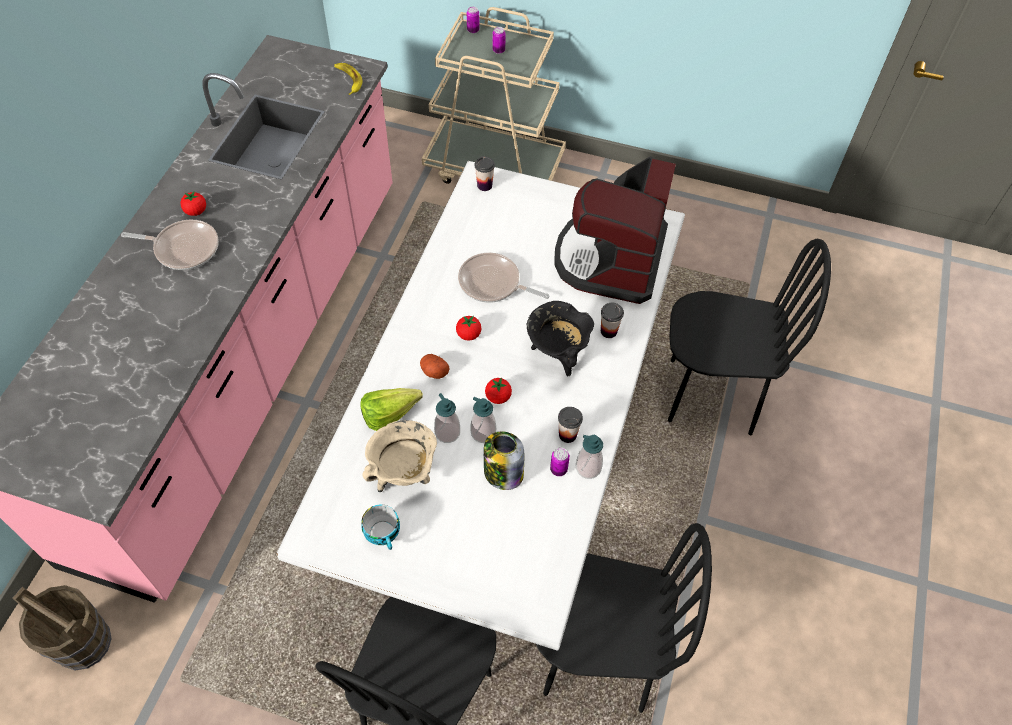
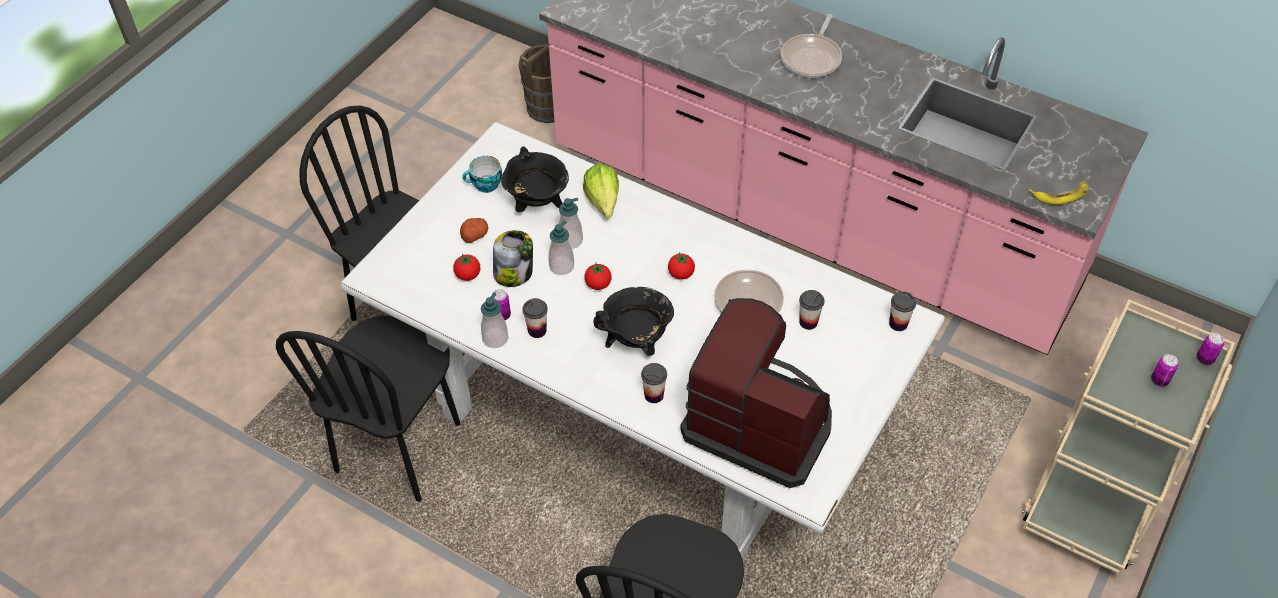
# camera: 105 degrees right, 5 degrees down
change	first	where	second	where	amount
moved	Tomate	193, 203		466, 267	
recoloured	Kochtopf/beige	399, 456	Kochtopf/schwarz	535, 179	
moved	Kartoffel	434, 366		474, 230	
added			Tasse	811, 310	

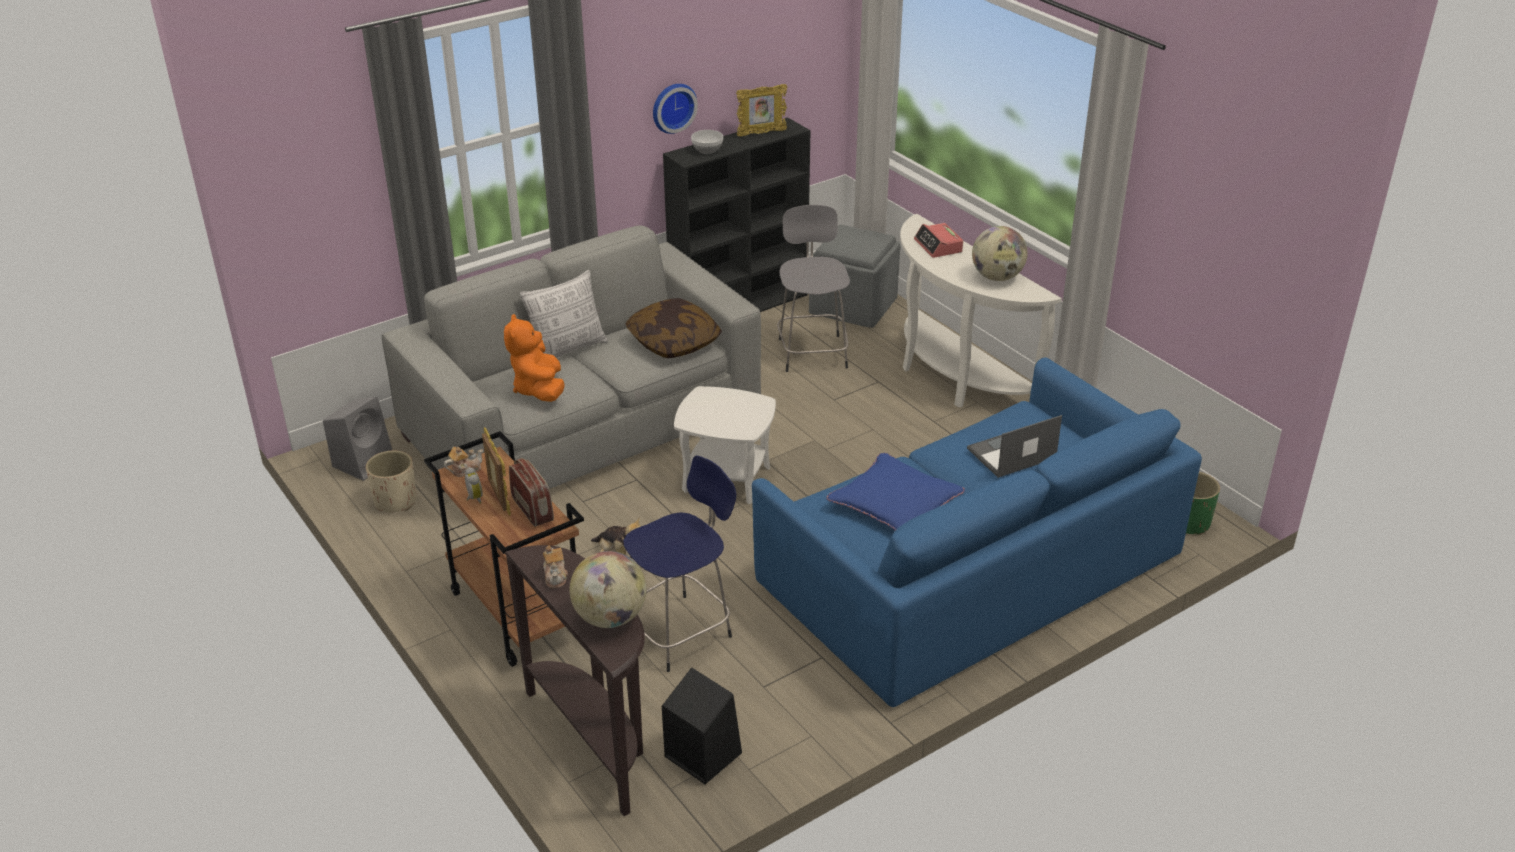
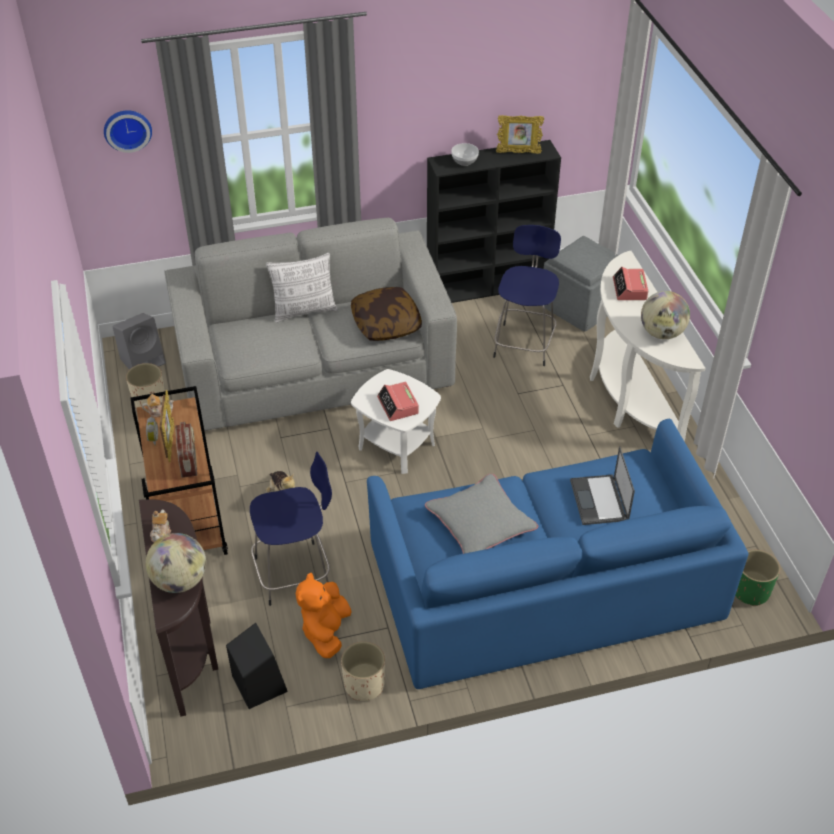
# camera: 20 degrees right, 10 degrees up
change	first	where	second	where	amount
moved	Plüschtier/orange	534, 358		324, 615	
moved	Wanduhr	675, 109		128, 131	
recoloured	Hocker/grau	813, 288	Hocker/blau	527, 295	
recoloured	Kissen/blau	895, 492	Kissen/grau	481, 514	
turned	Laptop	1014, 446		602, 485	90 degrees counterclockwise
added			Pflanzkübel/beige	363, 671	
added			Wecker	398, 401	

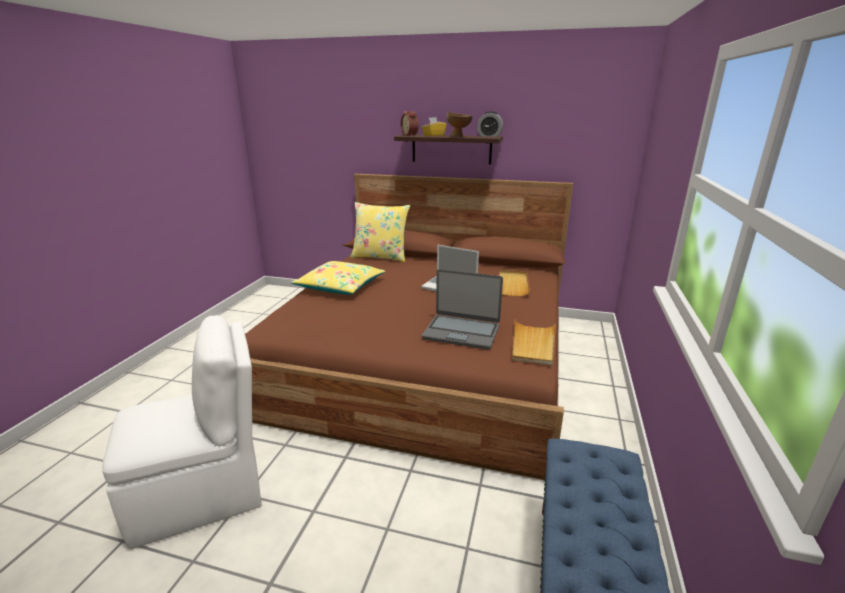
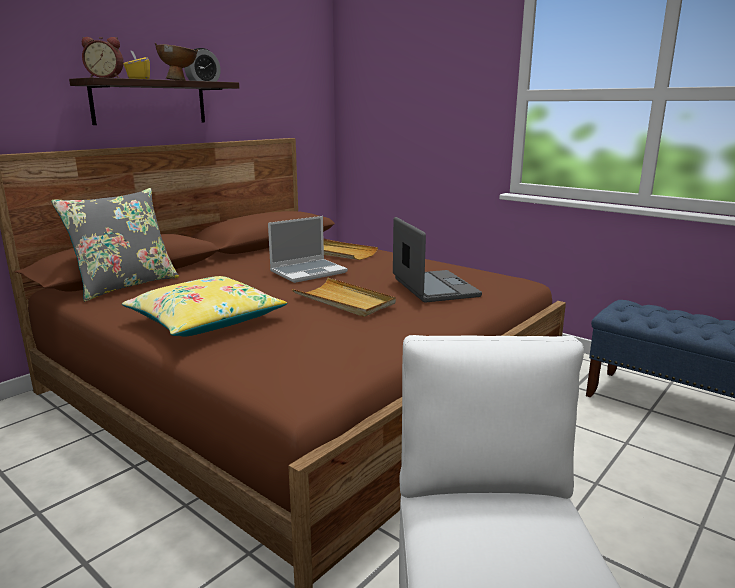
# camera: 65 degrees left, 5 degrees down
change	first	where	second	where	amount
recoloured	Kissen/gelb	380, 232	Kissen/grau	115, 244	
turned	Laptop	462, 309		437, 259	60 degrees counterclockwise
moved	Tablett/beige	534, 342		344, 297	

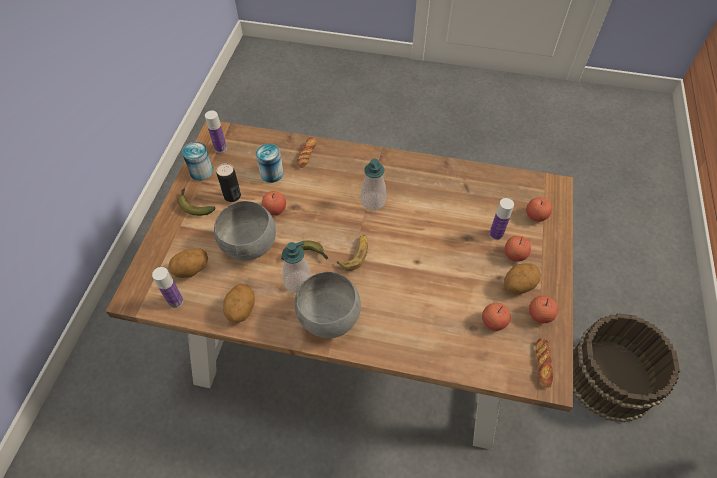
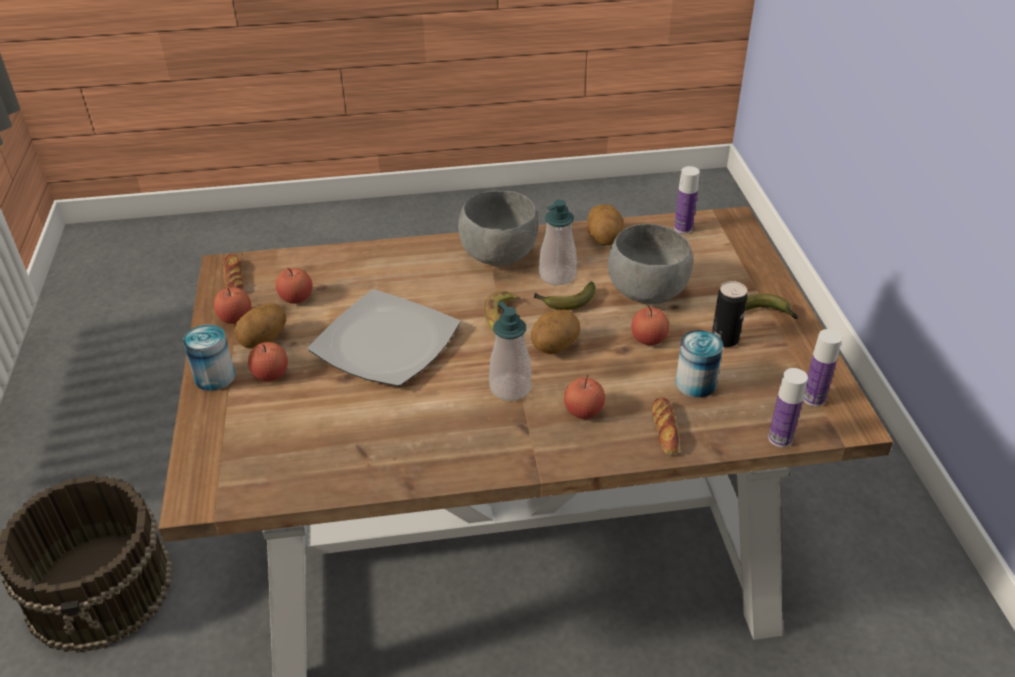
# camera: 160 degrees right, 15 degrees down
change	first	where	second	where	amount
moved	Kartoffel	188, 263		555, 332	
moved	Dose	197, 161		209, 357	
moved	Flasche	501, 219		788, 407	
moved	Apfel	539, 209		584, 397	
added			Teller	384, 337	

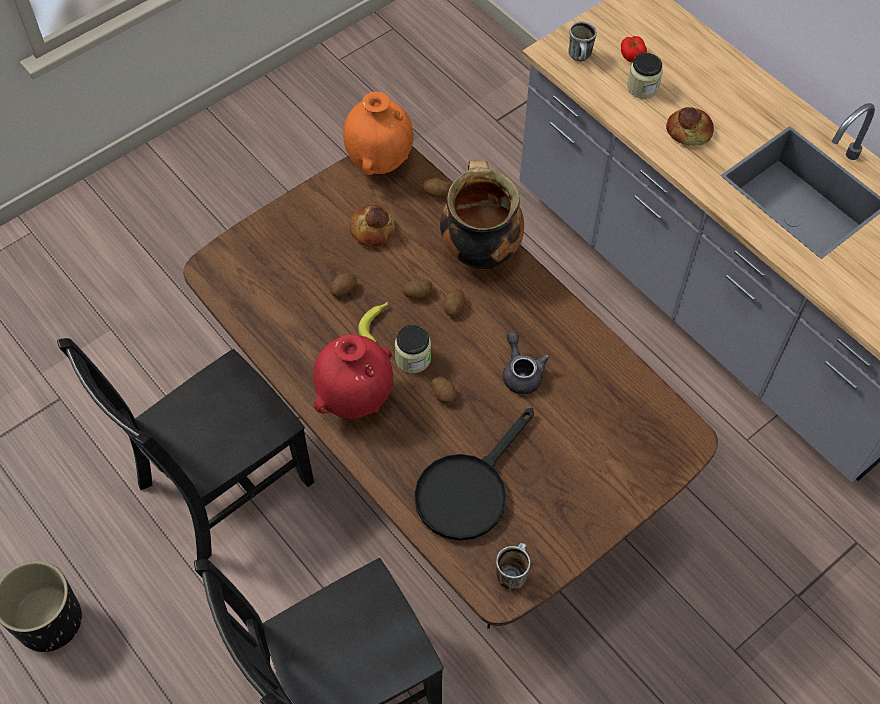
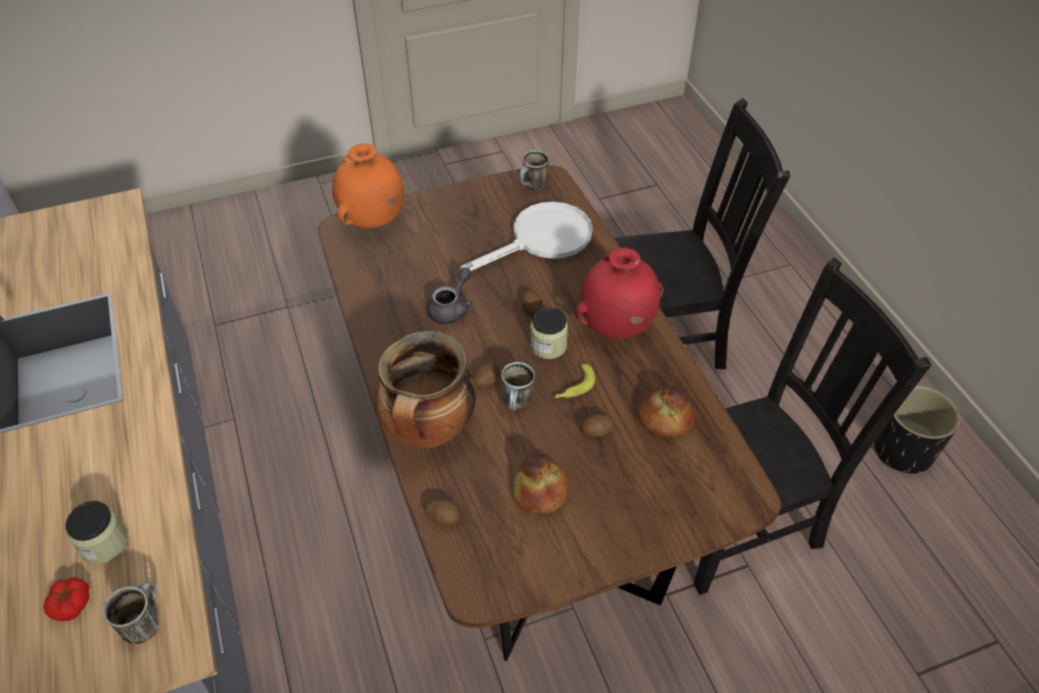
# camera: 160 degrees left, 10 degrees down
change	first	where	second	where	amount
moved	Vase/orange	378, 133		368, 185	
replaced	Kartoffel	417, 289	Henkelbecher	518, 386	
recoloured	Pfanne/schwarz	474, 474	Pfanne/weiß	526, 236	
turned	Teekanne/grau	526, 362		449, 295	150 degrees counterclockwise
moved	Brot	690, 126		666, 411	

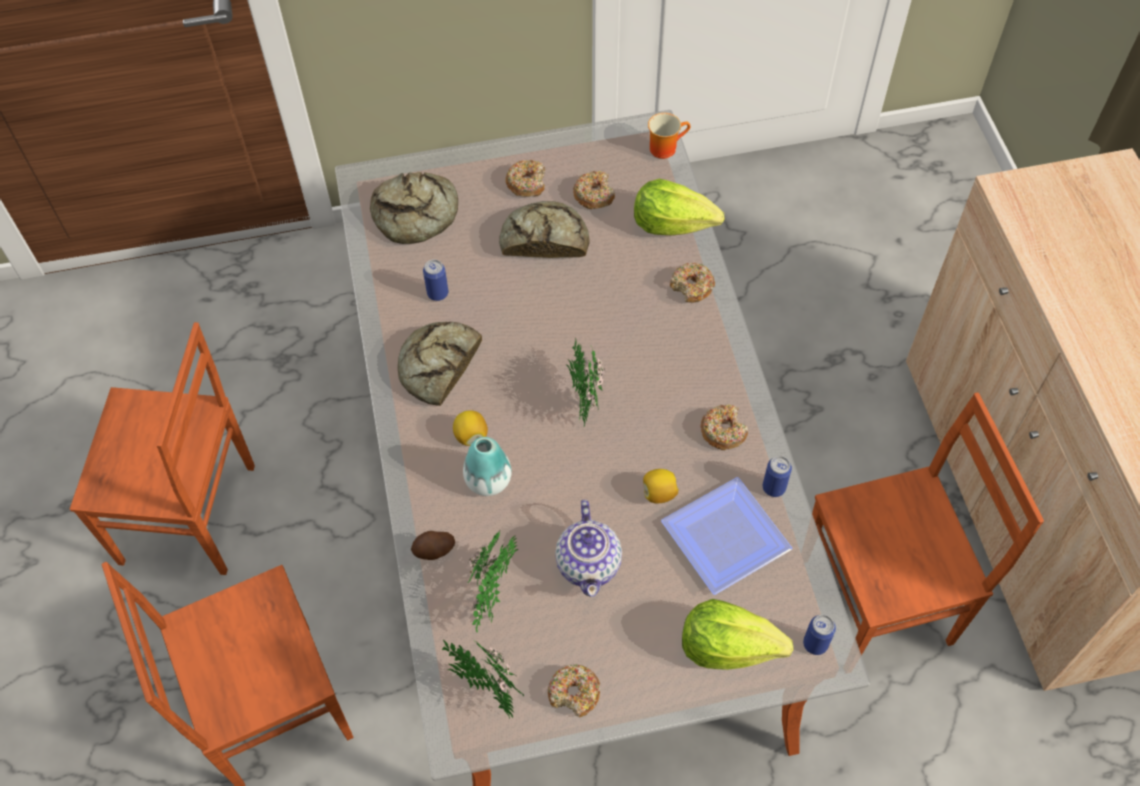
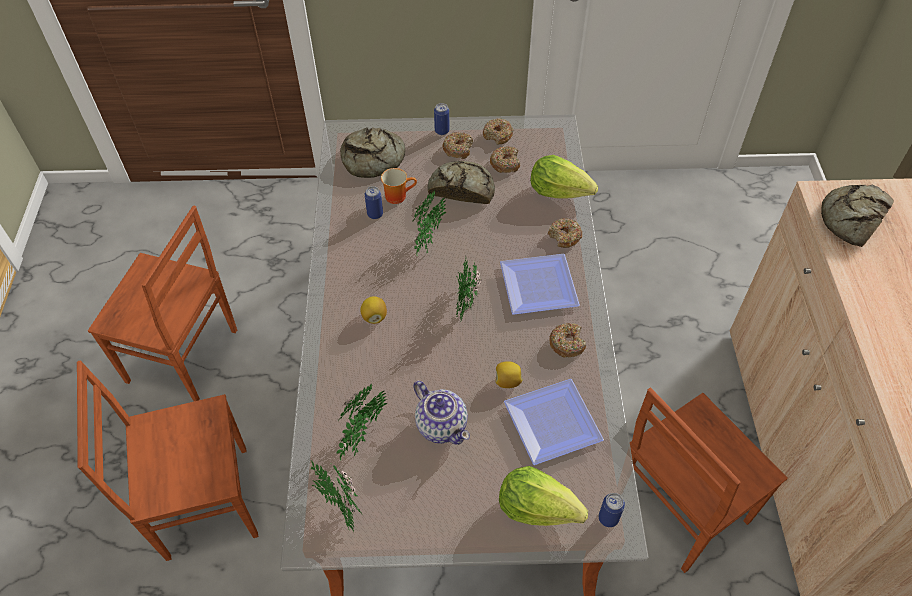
# camera: 10 degrees right, 5 degrees down
change	first	where	second	where	amount
moved	Brot	440, 364		857, 216	
removed	Kartoffel	433, 545			
removed	Vase	487, 466			
moved	Donut	574, 690		498, 131	
turned	Teekanne	588, 548		441, 413	45 degrees counterclockwise
moved	Henkelbecher	669, 136		399, 186	
moved	Dose	777, 476		442, 119	
turned	Stuhl/braun	928, 523		709, 480	150 degrees clockwise
added			Topfpflanze	429, 223	
added			Teller	540, 284	

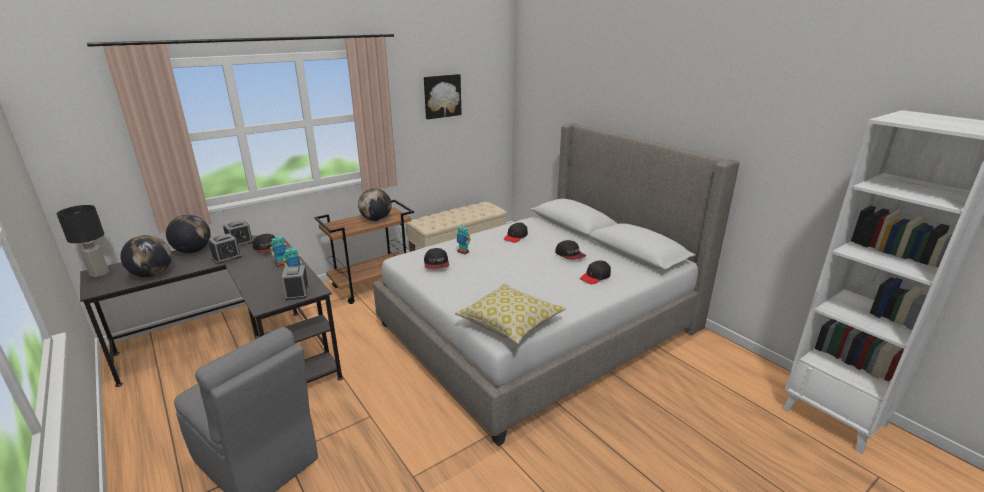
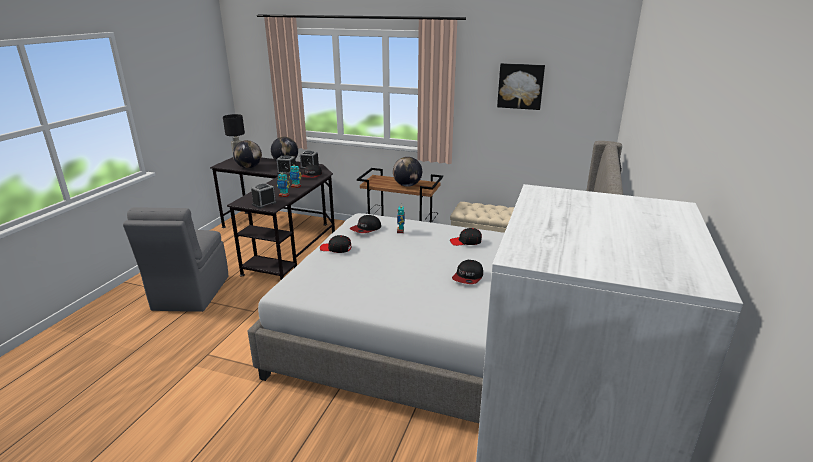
# camera: 55 degrees right, 0 degrees up
change	first	where	second	where	amount
removed	Kissen	510, 314			
moved	Kappe/schwarz	595, 272		336, 244	

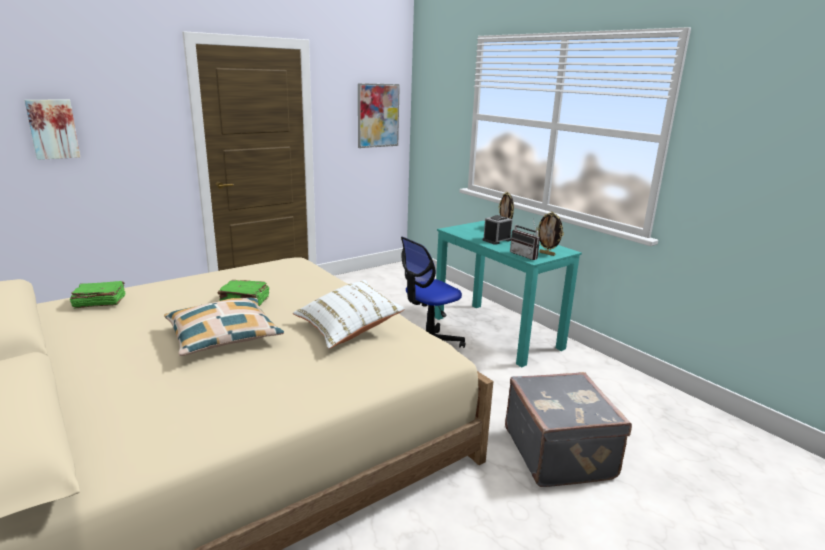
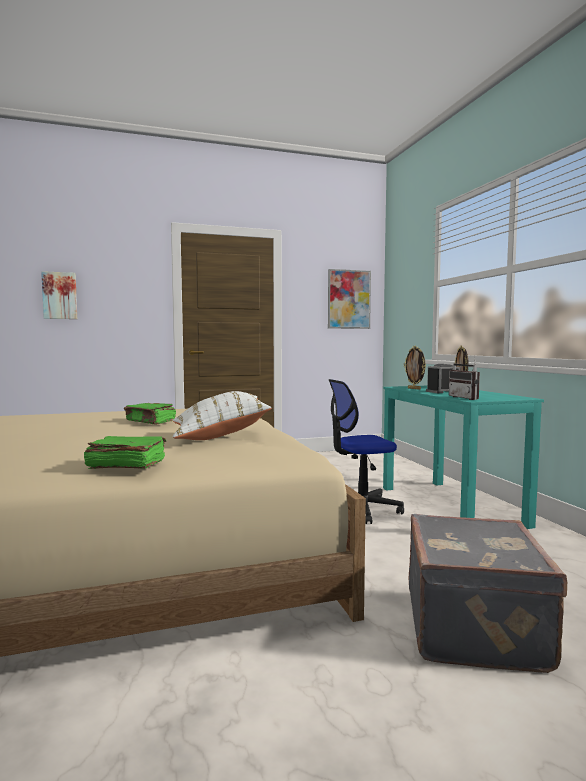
# camera: 20 degrees right, 15 degrees down
change	first	where	second	where	amount
moved	Buch/grün	97, 295		125, 452	
removed	Kissen	224, 327			
moved	Bilderrahmen	550, 234		415, 368	

